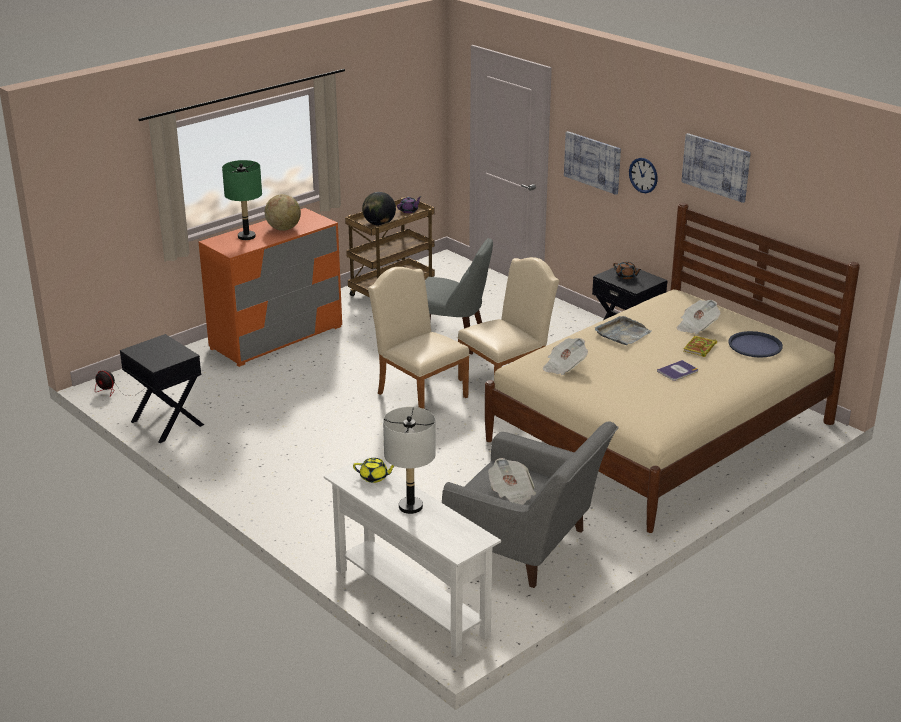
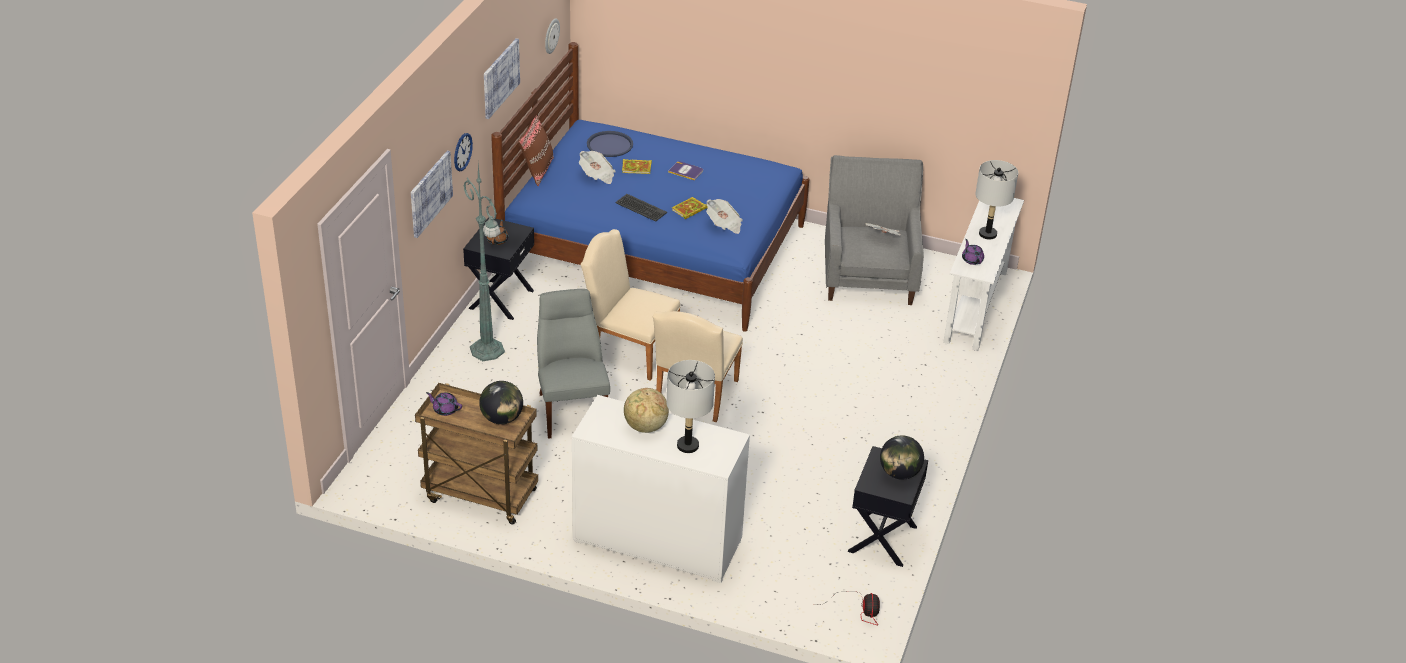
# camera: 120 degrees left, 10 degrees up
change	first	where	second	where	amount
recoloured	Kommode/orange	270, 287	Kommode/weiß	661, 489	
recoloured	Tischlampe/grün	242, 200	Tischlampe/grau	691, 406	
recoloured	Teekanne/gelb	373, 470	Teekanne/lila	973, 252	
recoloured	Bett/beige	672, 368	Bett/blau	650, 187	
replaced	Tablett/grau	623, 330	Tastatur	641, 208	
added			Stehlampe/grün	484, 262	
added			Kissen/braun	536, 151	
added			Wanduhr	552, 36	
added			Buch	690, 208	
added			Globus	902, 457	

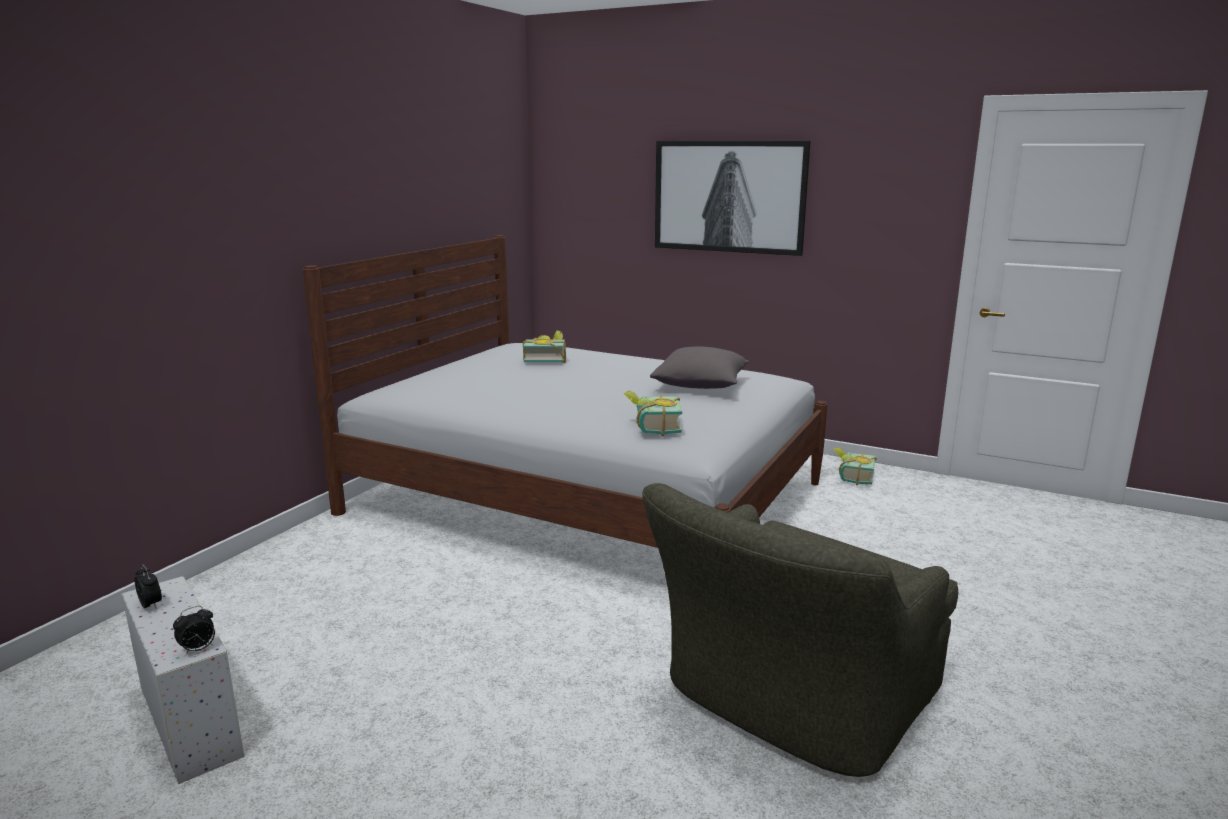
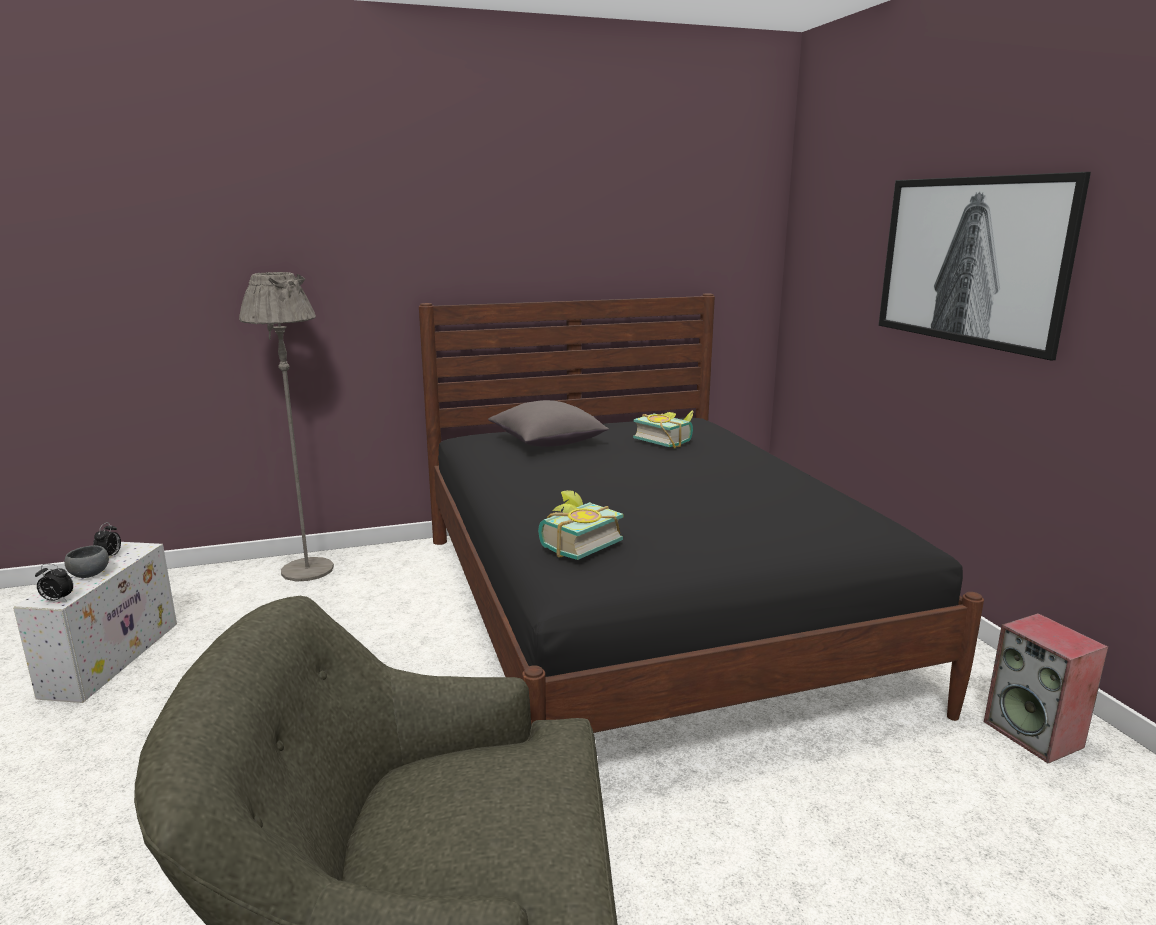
# camera: 45 degrees right, 0 degrees up
change	first	where	second	where	amount
recoloured	Bett/weiß	565, 391	Bett/schwarz	701, 513	
moved	Kissen/grau	699, 368		548, 423	
replaced	Buch	855, 466	Lautsprecher	1046, 688	
added			Schüssel/grau	86, 561	
added			Stehlampe/grau	286, 427	

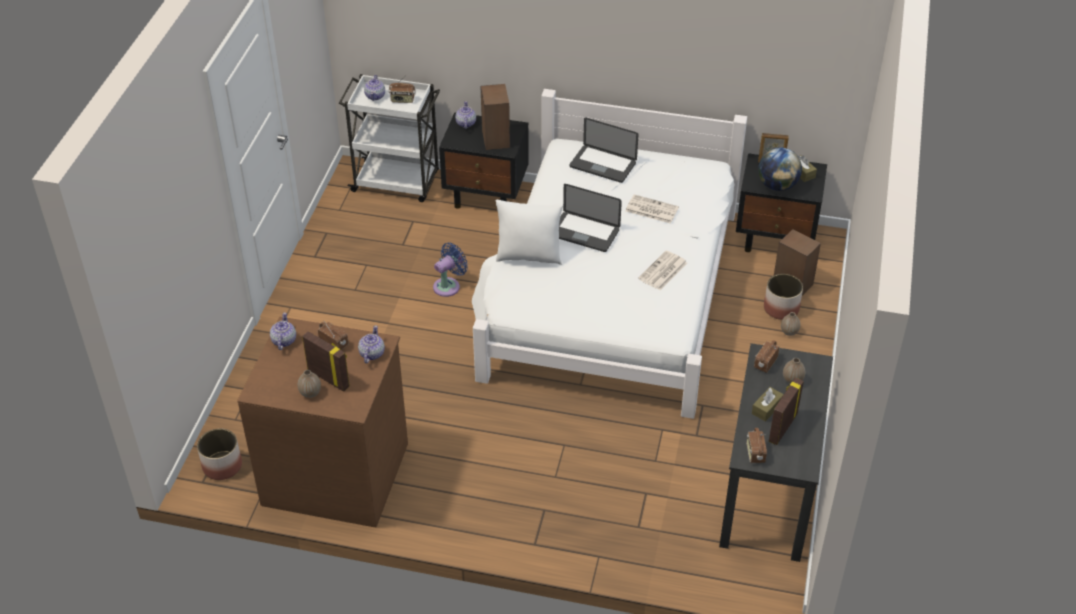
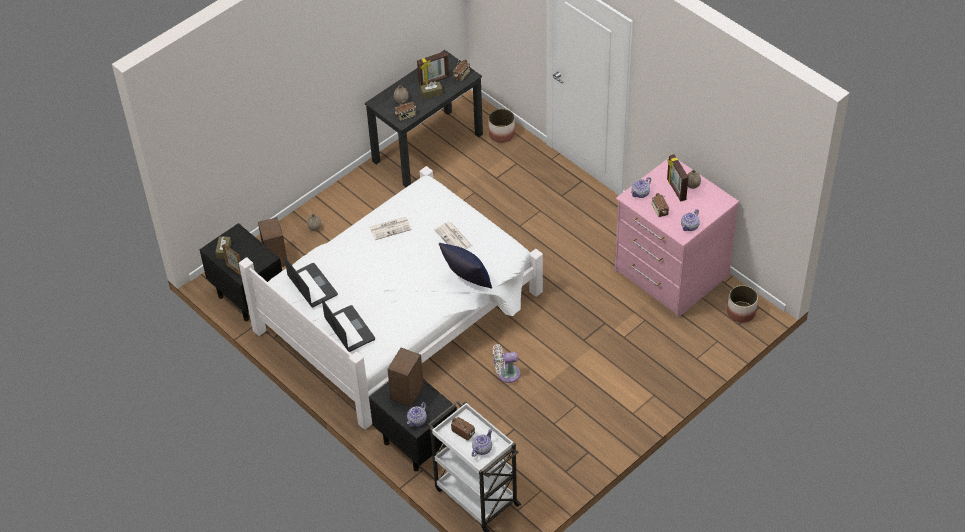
# camera: 145 degrees left, 5 degrees up
change	first	where	second	where	amount
recoloured	Kommode/braun	322, 422	Kommode/rosa	677, 238	
recoloured	Ventilator/blau	450, 269	Ventilator/weiß	506, 363	
recoloured	Kissen/weiß	529, 232	Kissen/blau	465, 265	
moved	Laptop	590, 218		311, 282	
moved	Zeitung	652, 209		453, 235	
removed	Globus	780, 169			
moved	Pflanzkübel	783, 297		501, 126	

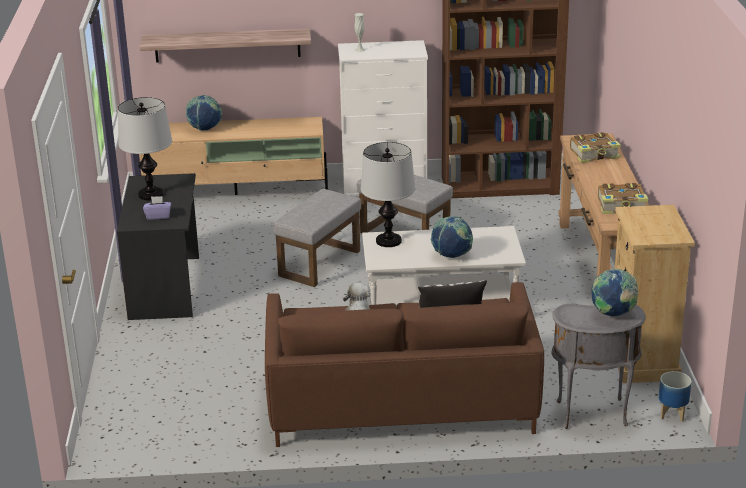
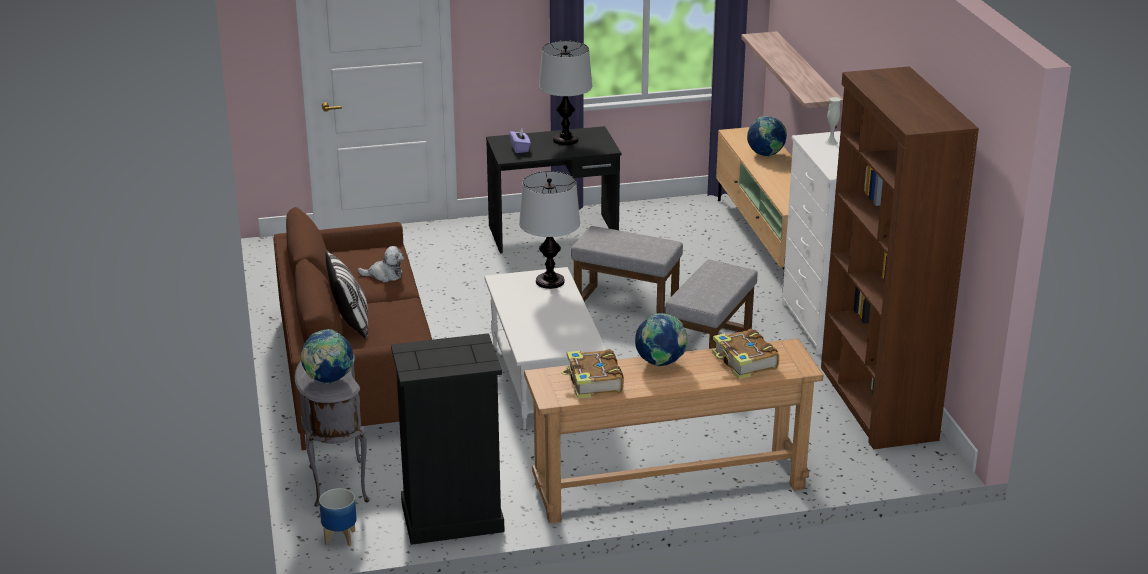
# camera: 80 degrees right, 0 degrees up
change	first	where	second	where	amount
moved	Globus	452, 237		661, 340	
recoloured	Kommode/beige	655, 294	Kommode/schwarz	448, 439	

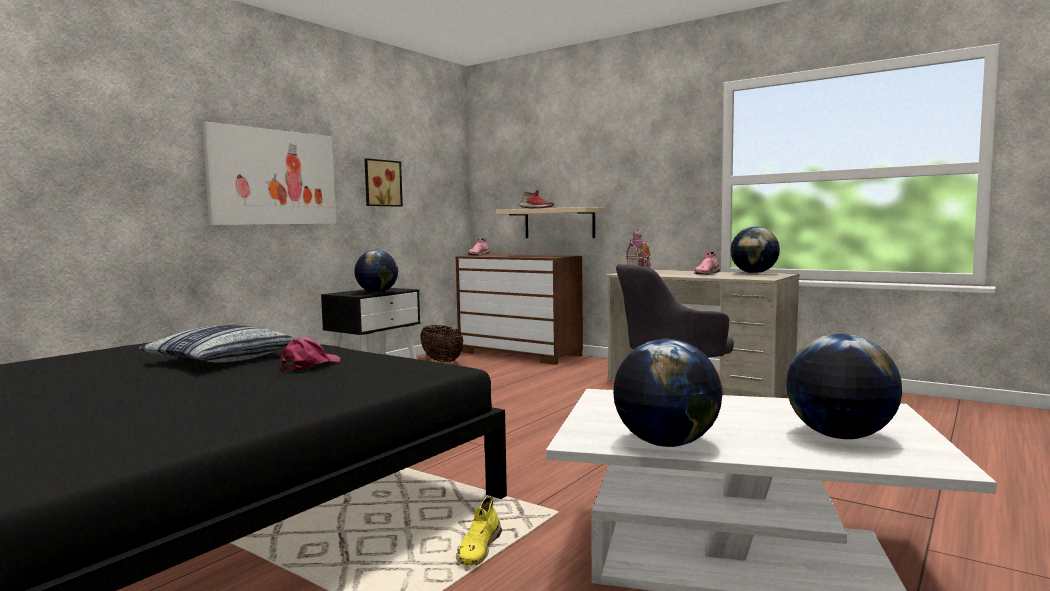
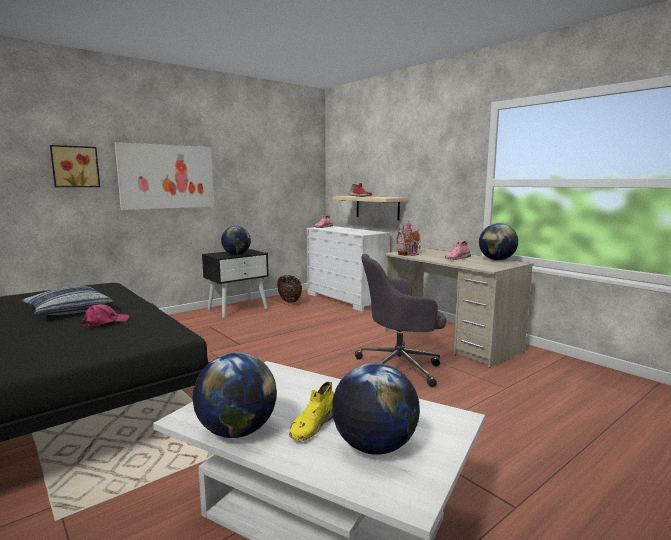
# camera: 15 degrees right, 5 degrees up
change	first	where	second	where	amount
moved	Bild	384, 182		75, 166	
recoloured	Kommode/braun	519, 309	Kommode/weiß	348, 269	
moved	Schuh/gelb	479, 531		311, 411	

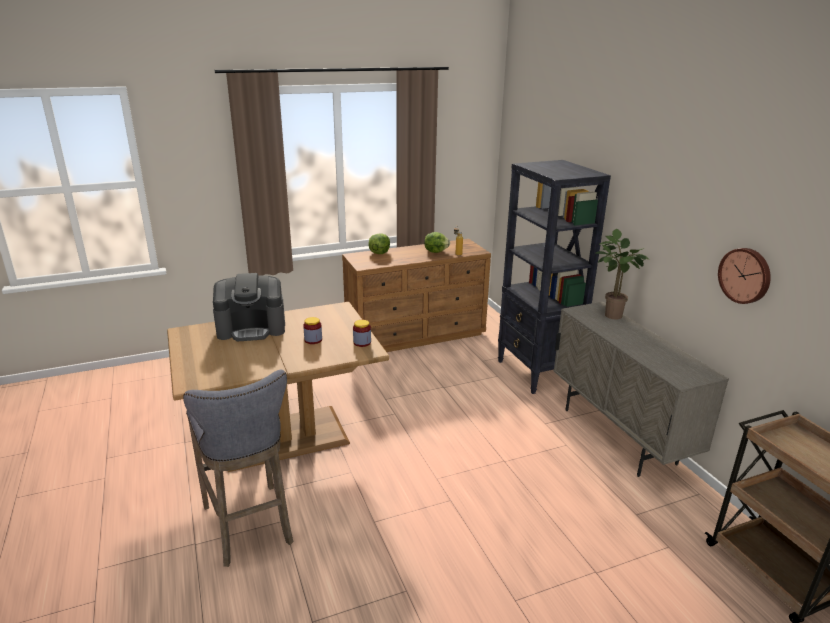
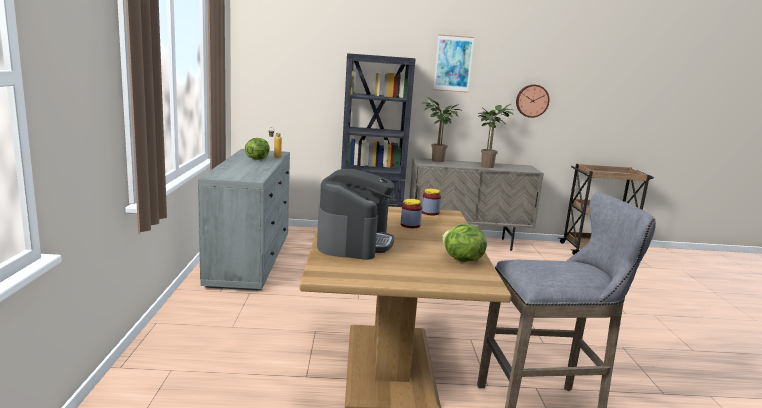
# camera: 70 degrees left, 10 degrees down
change	first	where	second	where	amount
recoloured	Kommode/braun	416, 295	Kommode/grau	244, 220	
moved	Salatkopf	379, 244		464, 243	
added			Bild	453, 63	
added			Topfpflanze	496, 136	

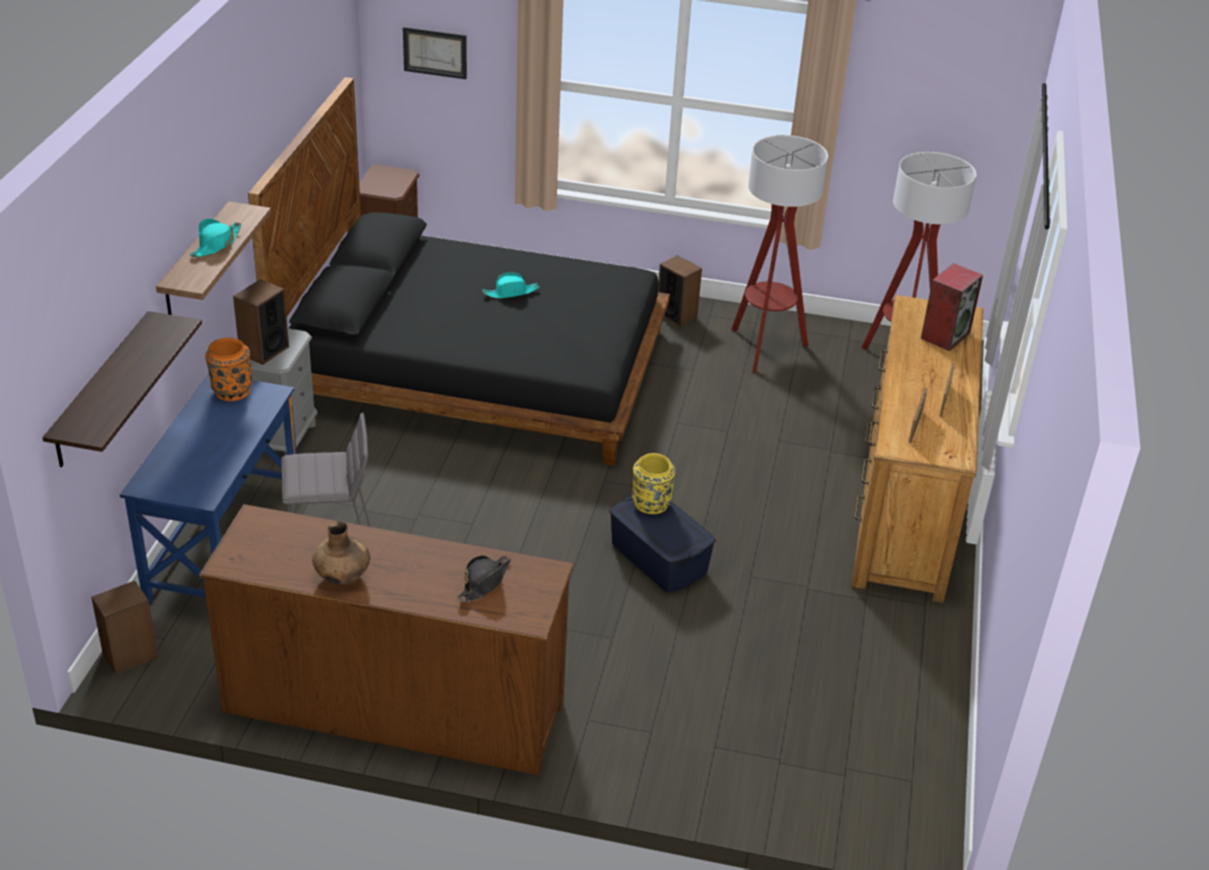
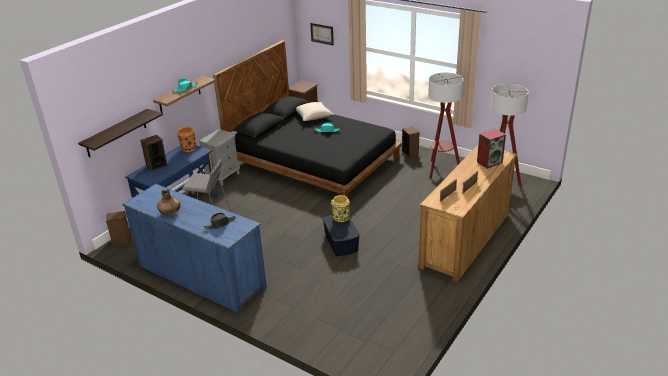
# camera: 25 degrees right, 5 degrees down
change	first	where	second	where	amount
recoloured	Kommode/braun	386, 639	Kommode/blau	194, 248	
moved	Lautsprecher	261, 322		153, 153	
added			Kissen/beige	315, 111	

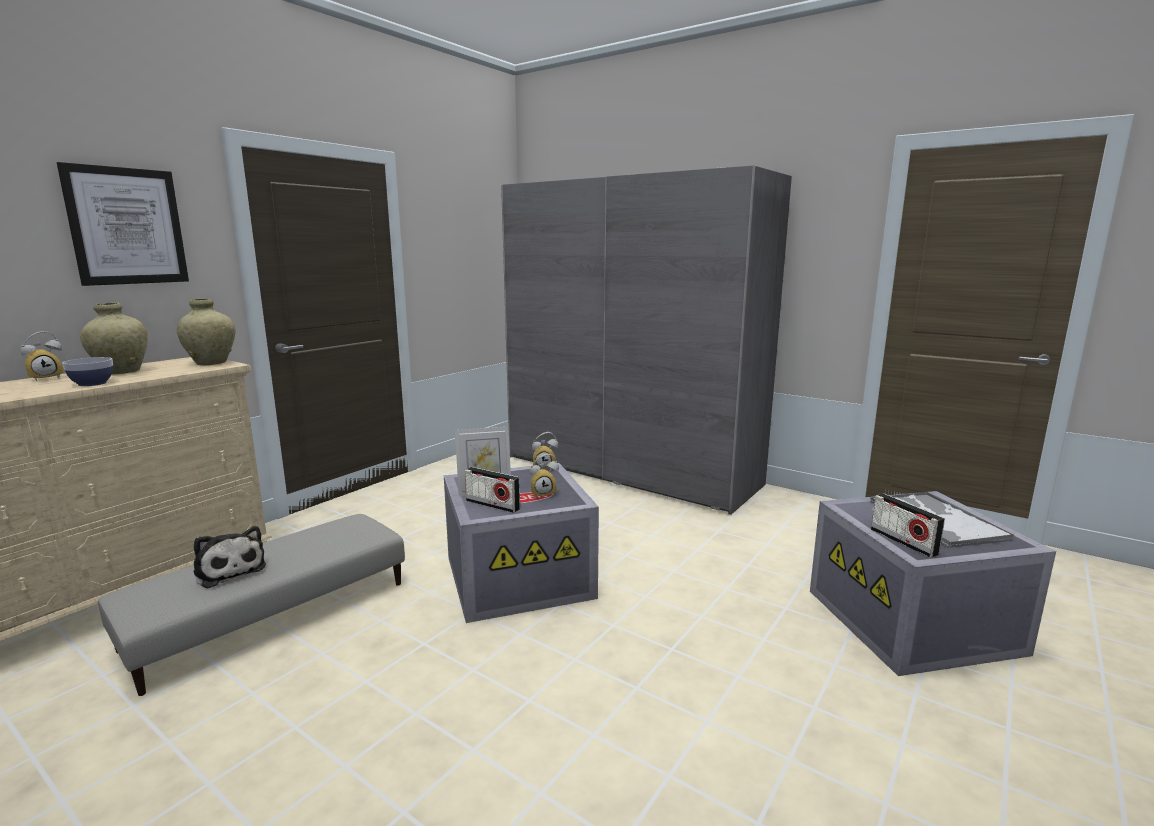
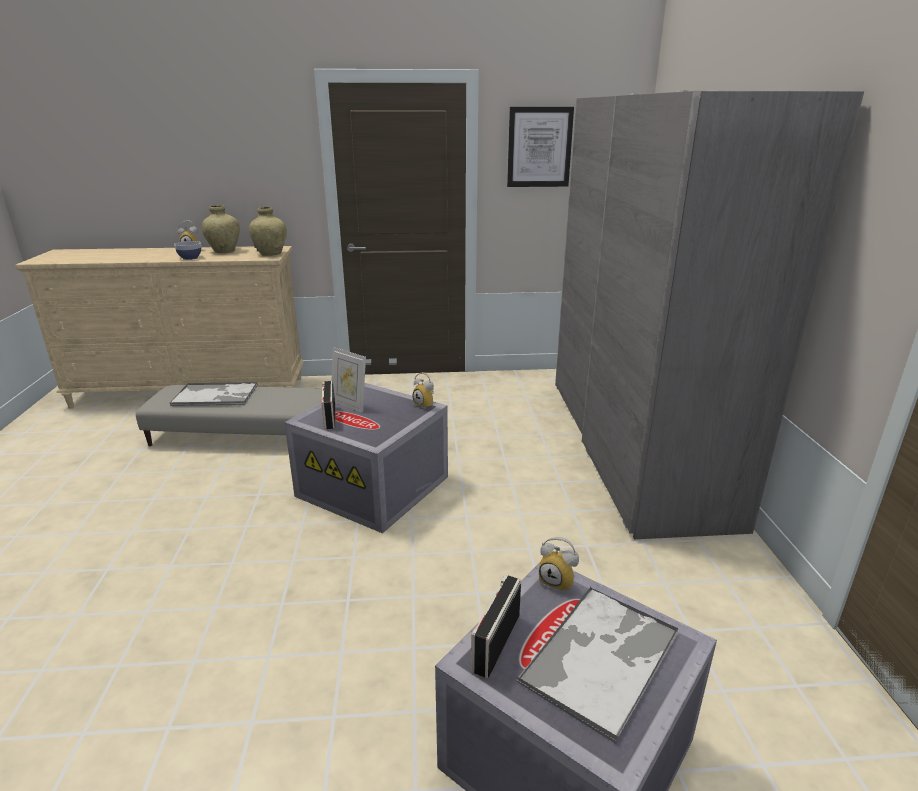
# camera: 50 degrees right, 10 degrees up
change	first	where	second	where	amount
moved	Bild	123, 224		540, 147	
replaced	Plüschtier	229, 557	Tablett	213, 394	
moved	Wecker	544, 476		559, 565	

